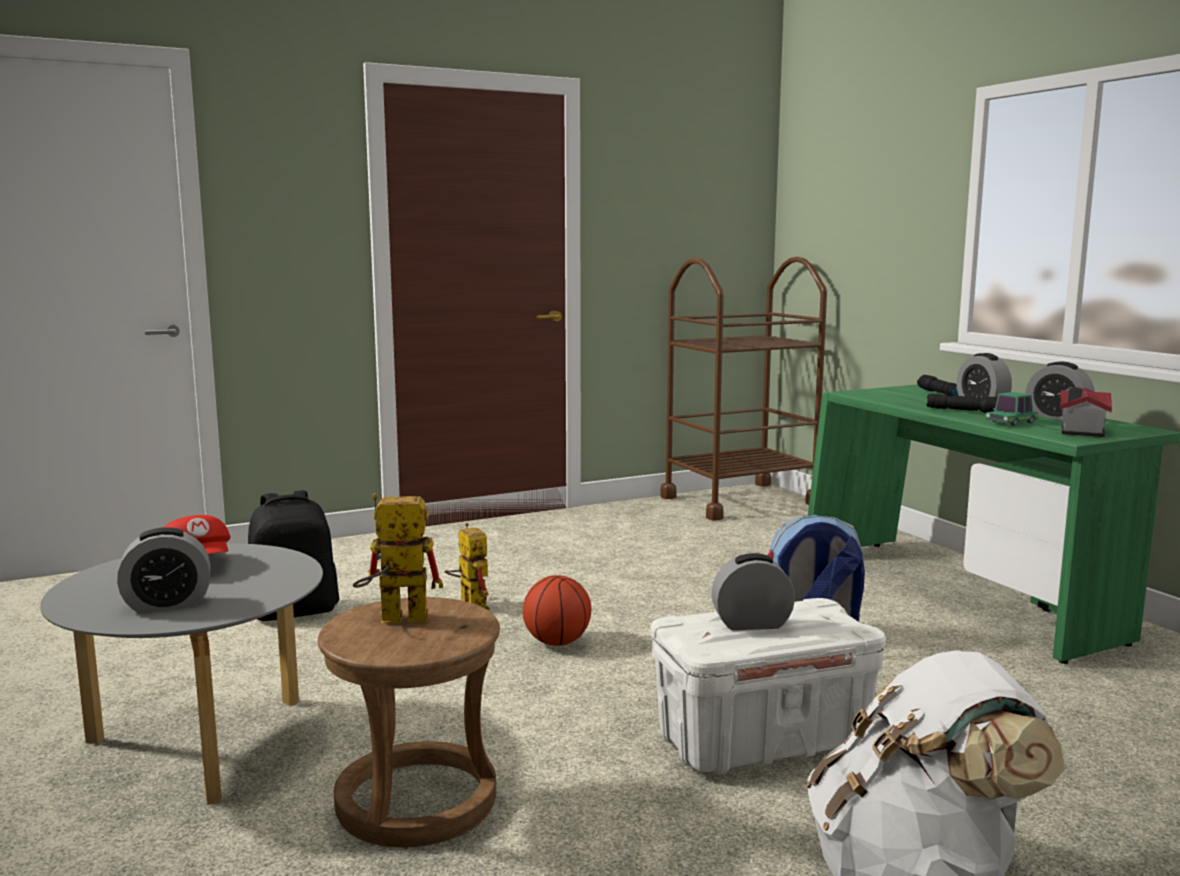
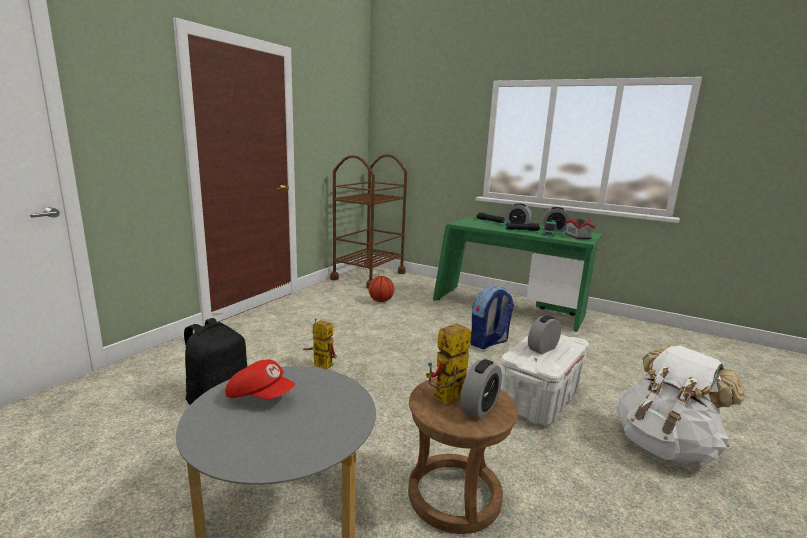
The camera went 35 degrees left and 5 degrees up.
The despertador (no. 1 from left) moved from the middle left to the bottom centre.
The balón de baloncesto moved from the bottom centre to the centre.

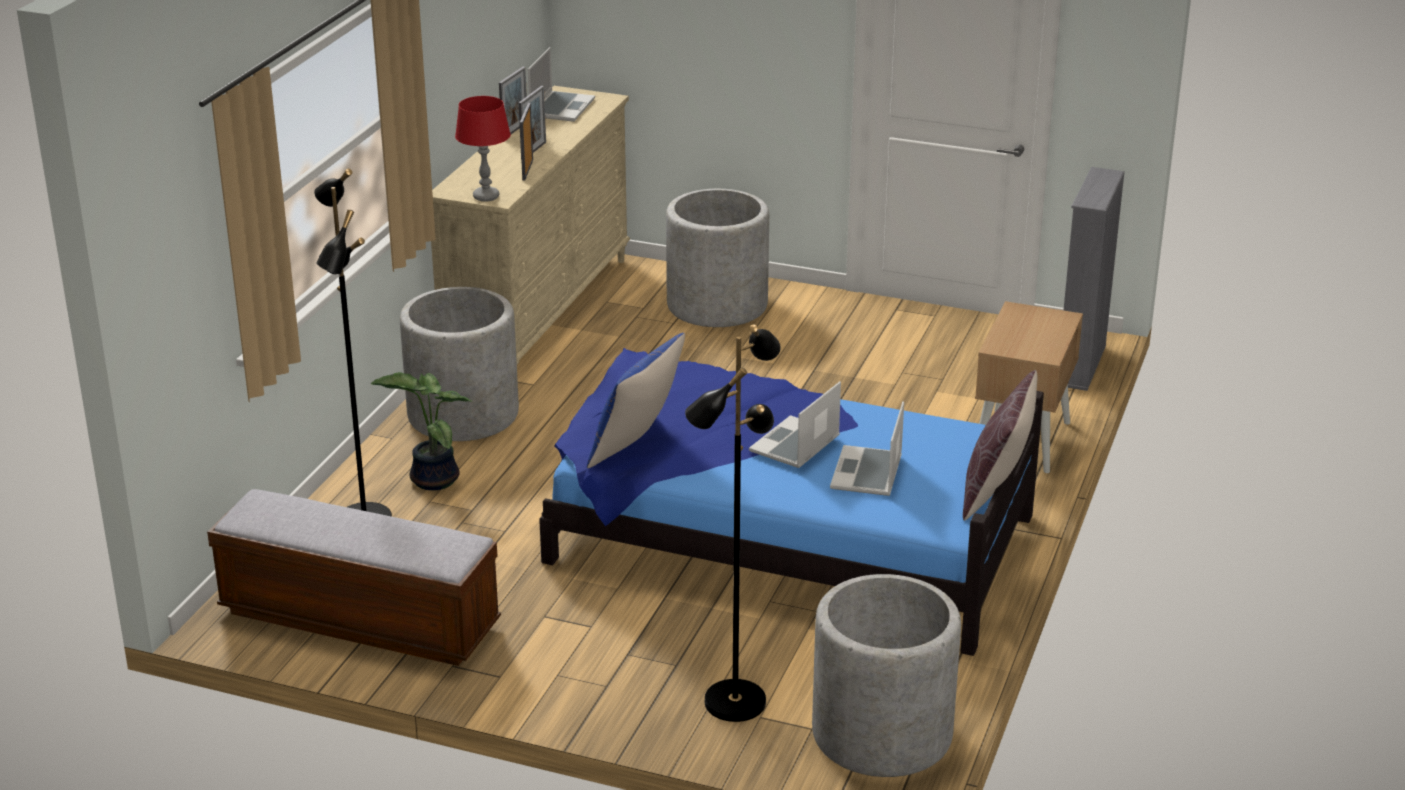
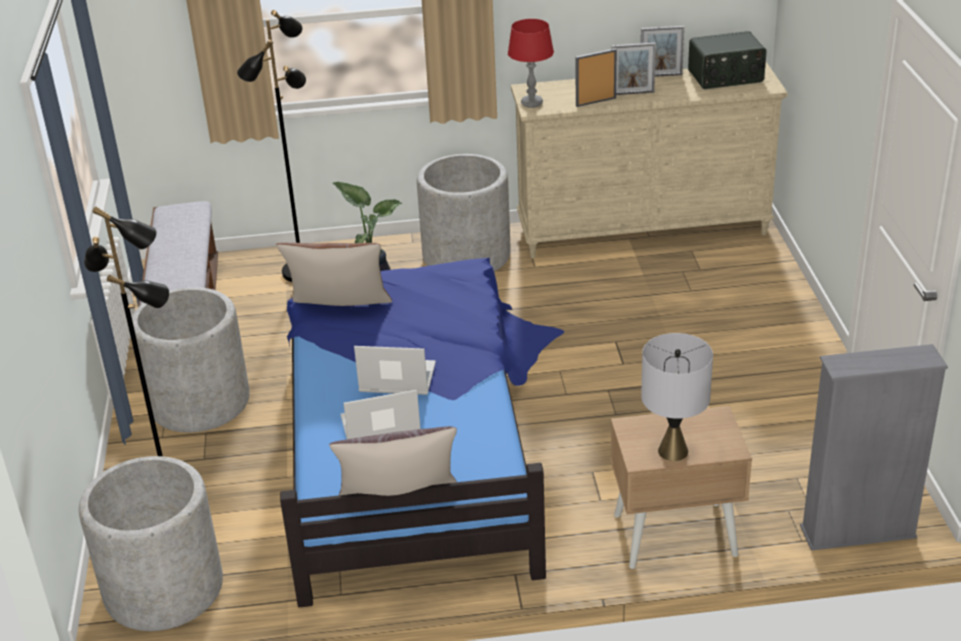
The camera went 65 degrees right and 5 degrees up.
The lámpara de mesa (gris) at the middle right appeared.
The maceta (gris) (no. 2 from left) moved from the top centre to the middle left.
The portátil (no. 1 from left) at the top centre was replaced by the radio at the top right.
The cojín (azul) at the centre became the cojín (marrón) (no. 1 from left) at the centre.

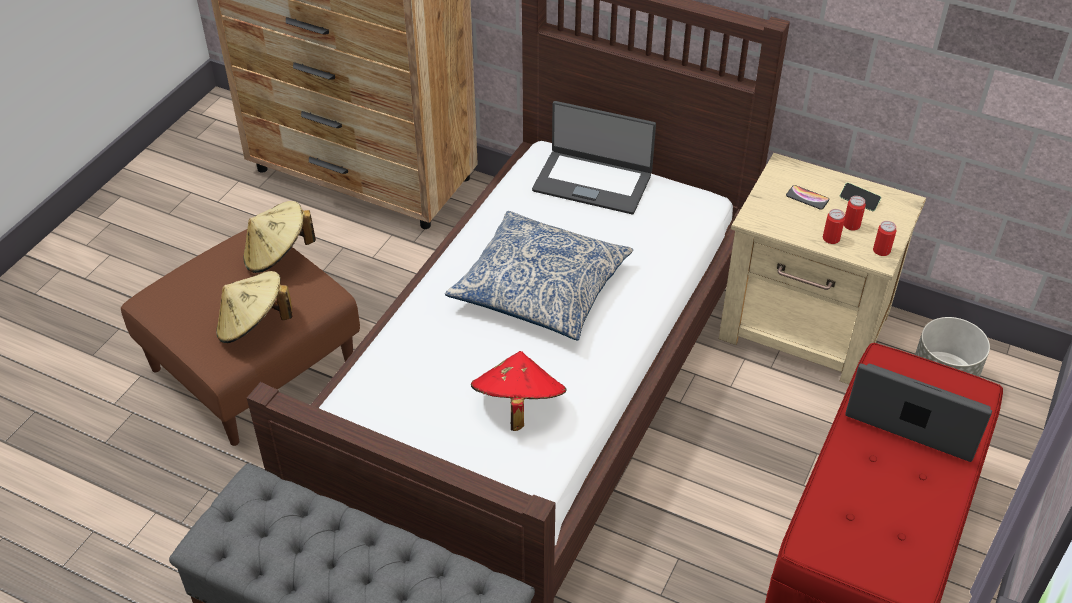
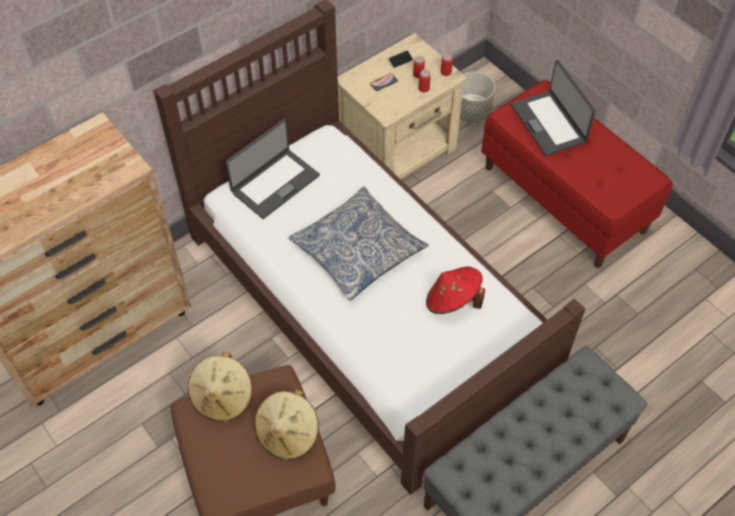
The camera went 65 degrees left and 10 degrees up.
The portátil (no. 2 from left) at the bottom right turned 75 degrees counterclockwise.

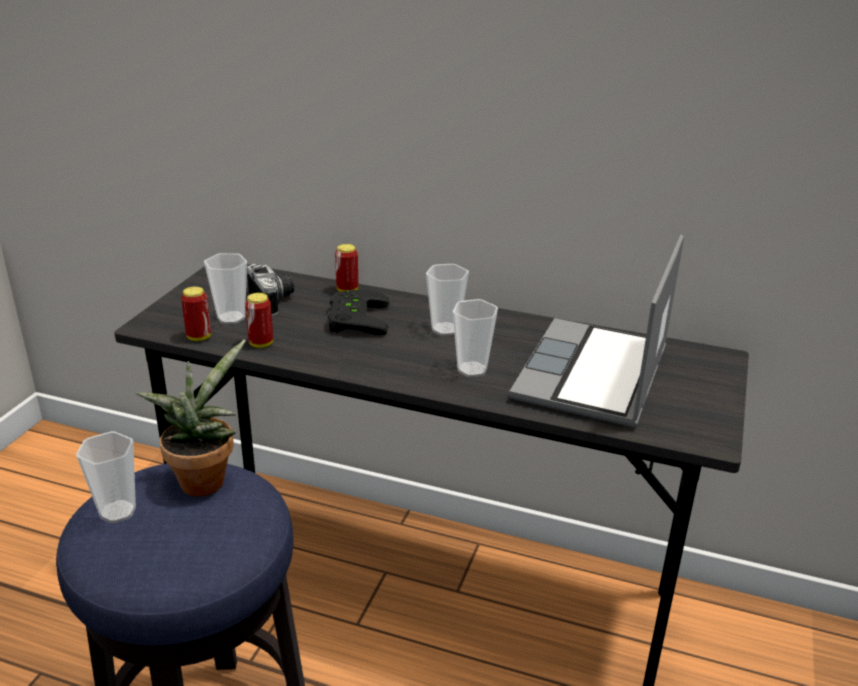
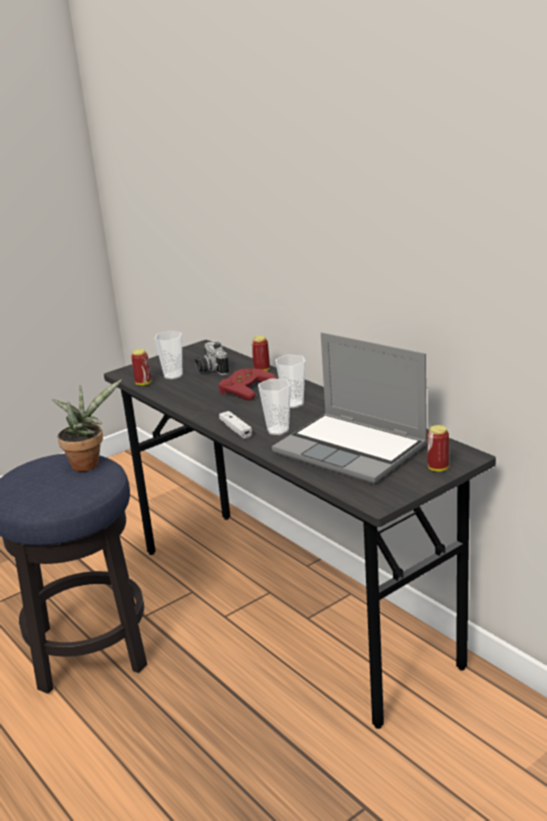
The camera went 35 degrees right and 5 degrees down.
The taza (no. 1 from left) at the bottom left disappeared.
The mando de consola (blanco) at the centre appeared.
The lata (no. 2 from left in the first image) moved from the middle left to the middle right.
The mando de consola (negro) at the centre became the mando de consola (rojo) at the centre.
The cámara at the middle left turned 150 degrees clockwise.
The portátil at the middle right turned 105 degrees counterclockwise.

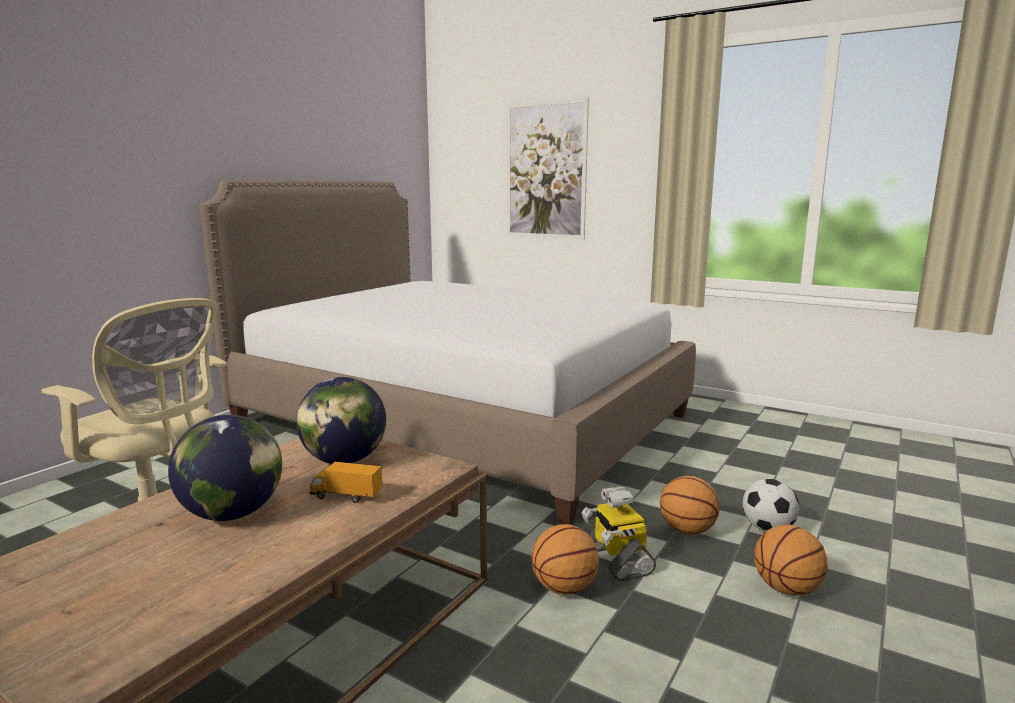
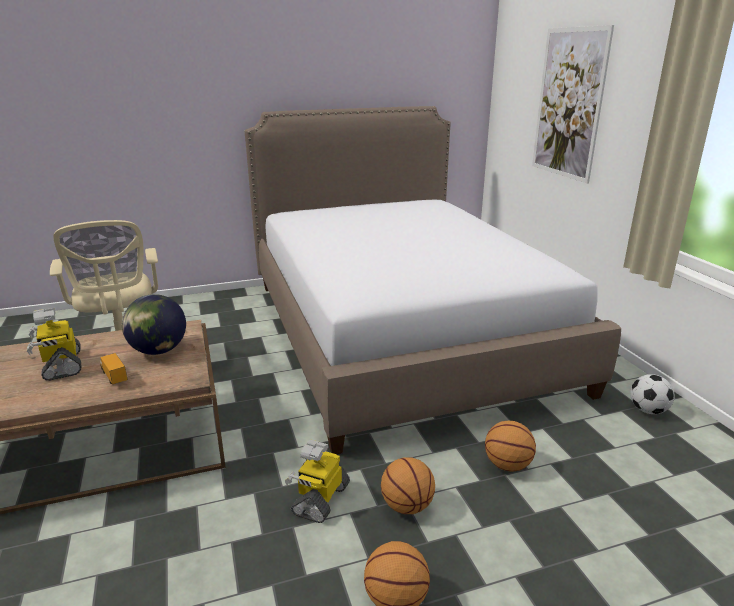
The camera went 40 degrees right and 10 degrees up.
The balón de baloncesto (no. 1 from left in the first image) moved from the bottom centre to the bottom right.
The balón de fútbol moved from the bottom right to the middle right.
The globo terráqueo (no. 1 from left) at the middle left was replaced by the robot de juguete (no. 1 from left) at the middle left.

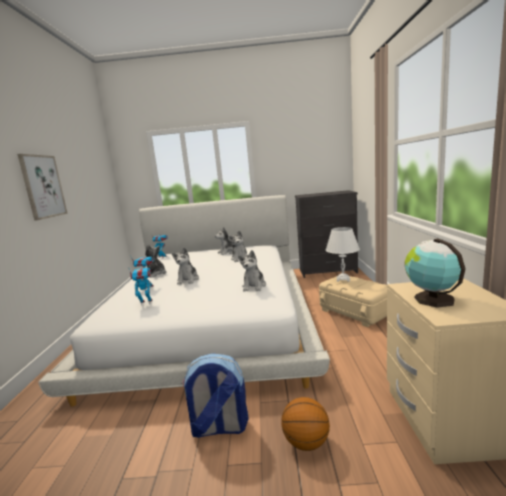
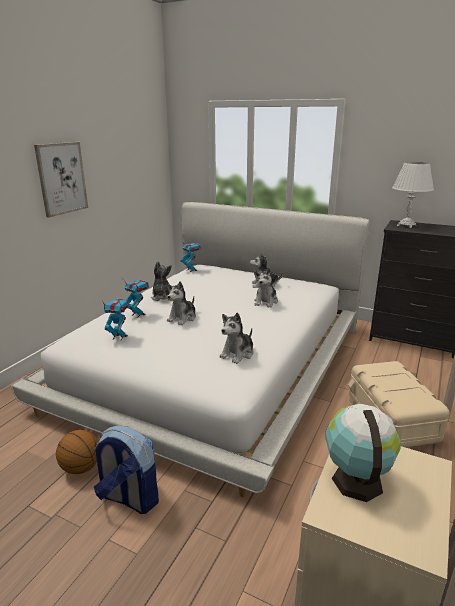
The camera went 25 degrees right and 10 degrees up.
The balón de baloncesto moved from the bottom centre to the bottom left.
The lámpara de mesa (blanco) moved from the middle right to the top right.

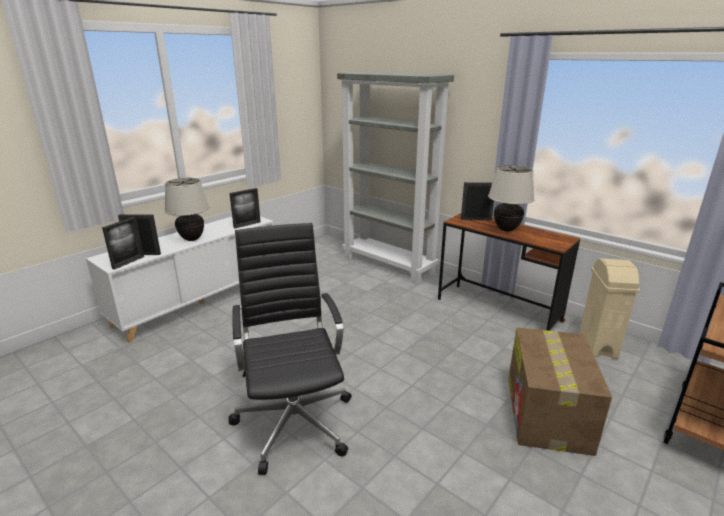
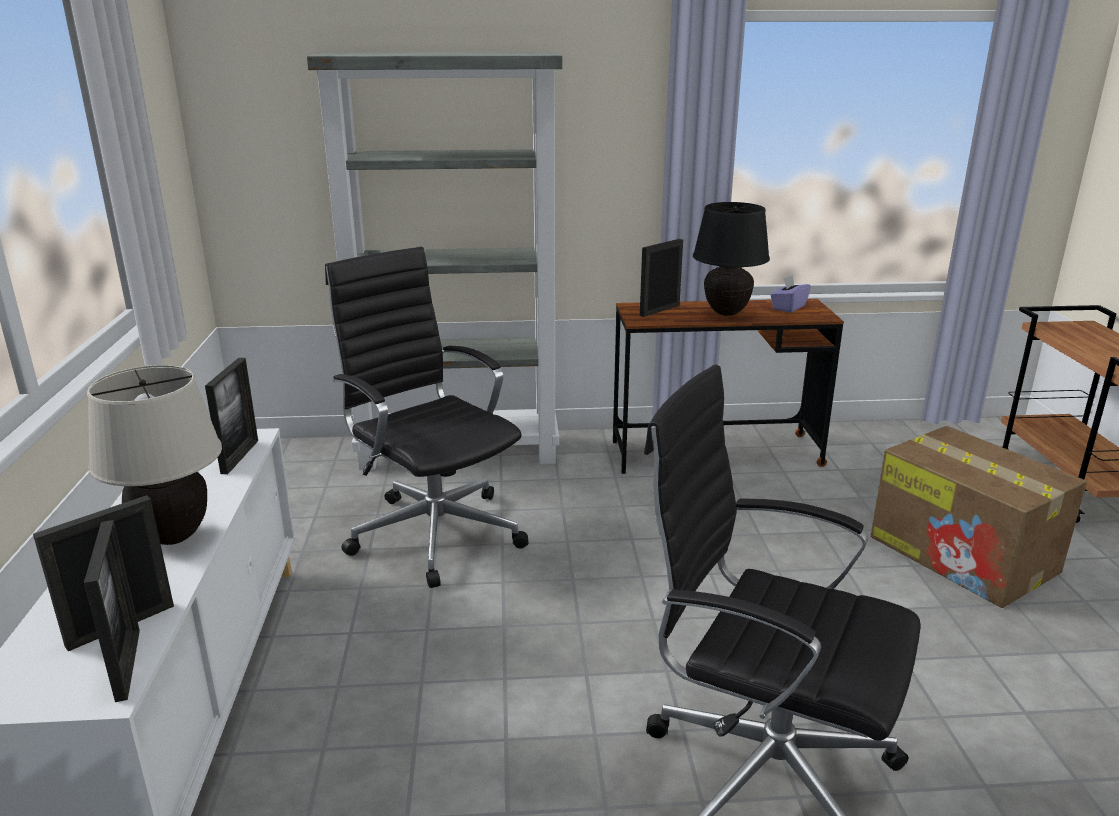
The camera went 45 degrees left and 0 degrees up.
The papelera (beis) at the middle right disappeared.
The silla de oficina (negro) (no. 1 from left) at the centre appeared.
The caja de pañuelos (morado) at the middle right appeared.
The lámpara de mesa (beis) (no. 2 from left) at the middle right became the lámpara de mesa (negro) at the top centre.

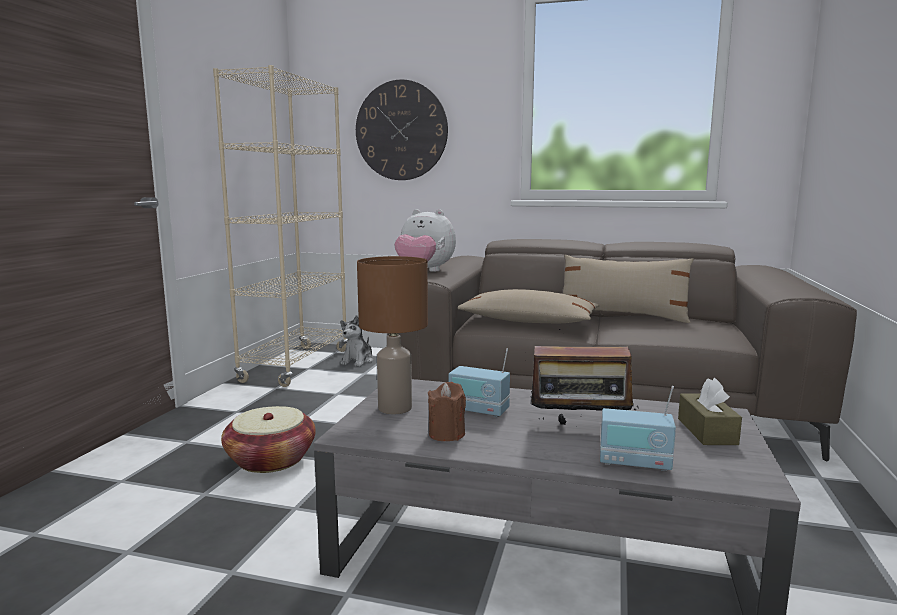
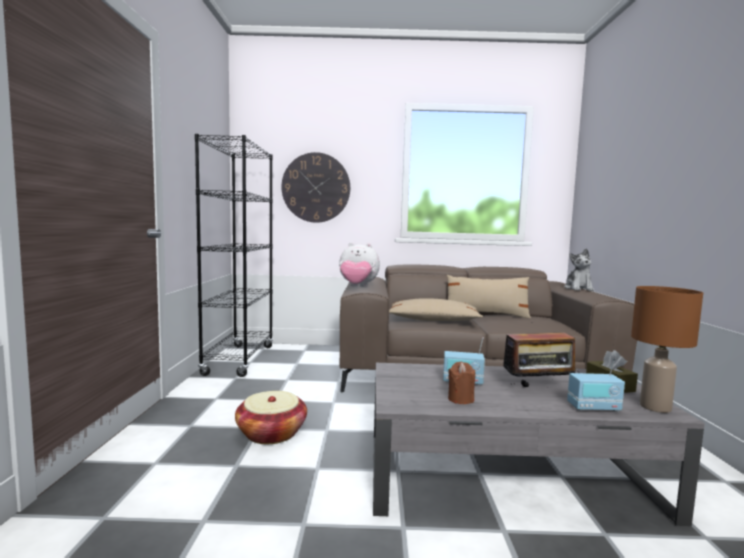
The camera went 15 degrees left and 5 degrees down.
The peluche (no. 1 from left in the first image) moved from the centre to the middle right.
The lámpara de mesa (marrón) moved from the centre to the middle right.
The estantería (beis) at the middle left became the estantería (negro) at the middle left.

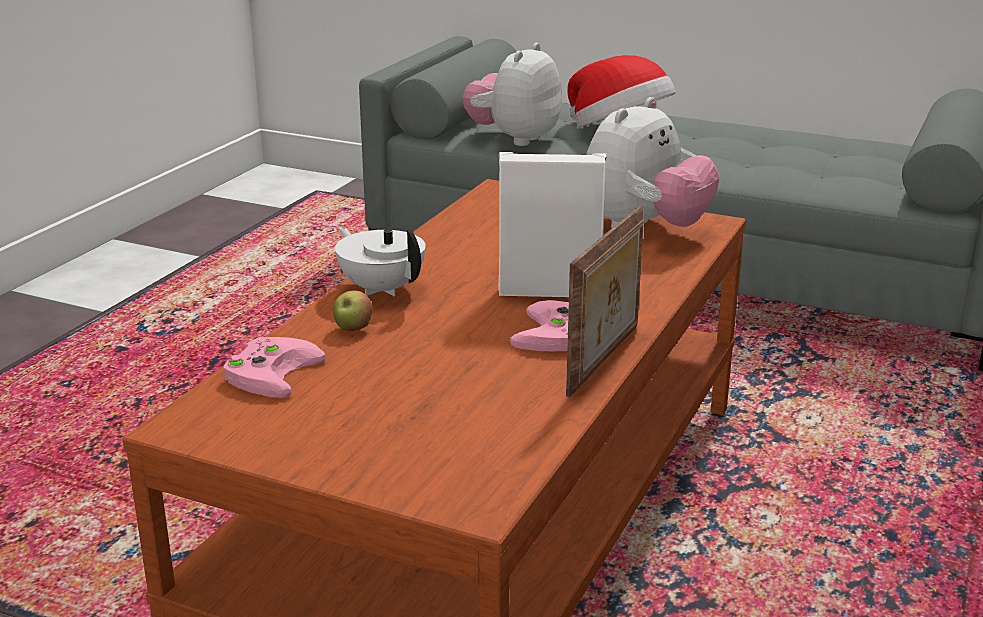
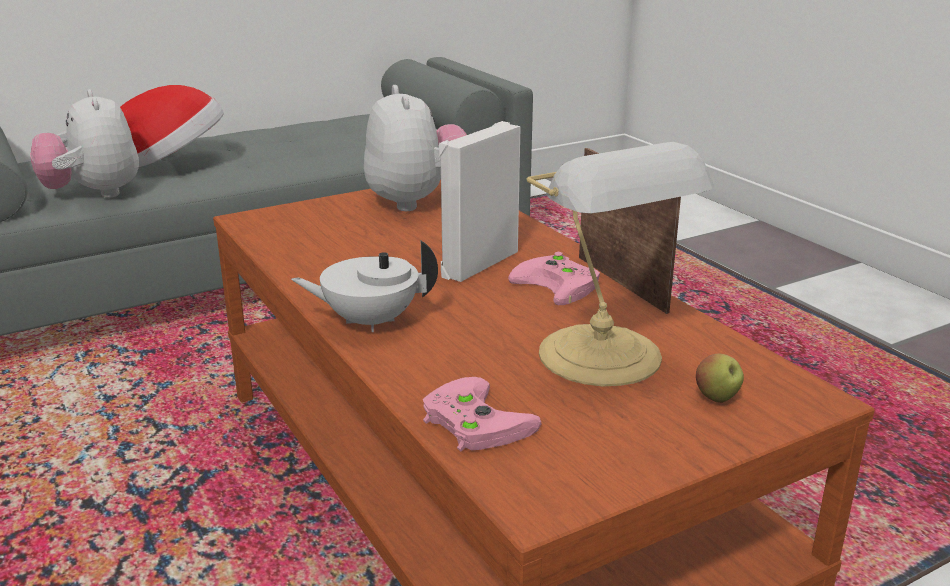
The camera went 55 degrees left and 0 degrees up.
The lámpara de mesa at the centre appeared.
The manzana moved from the centre to the middle right.

